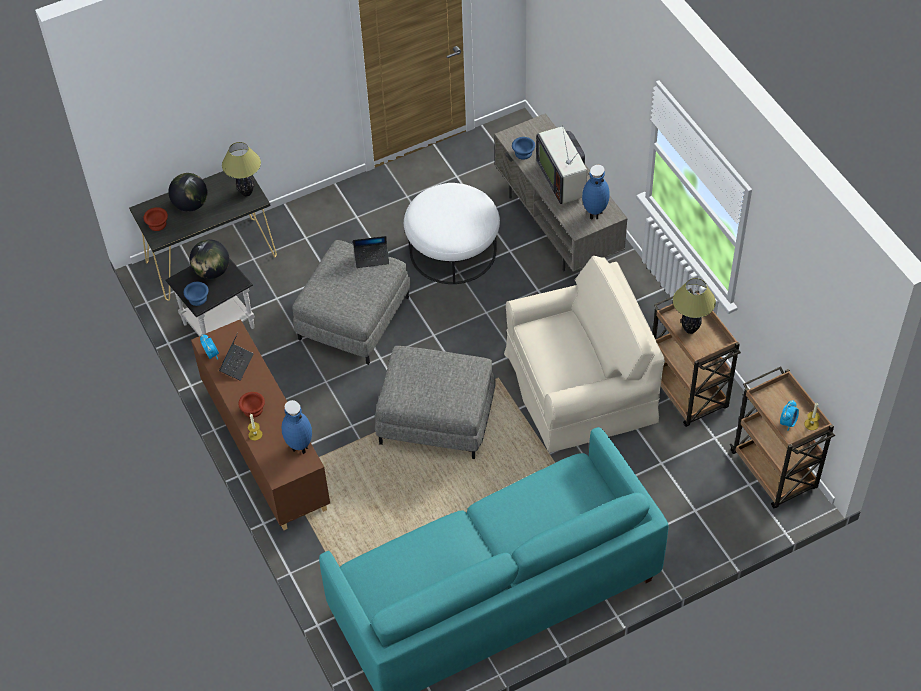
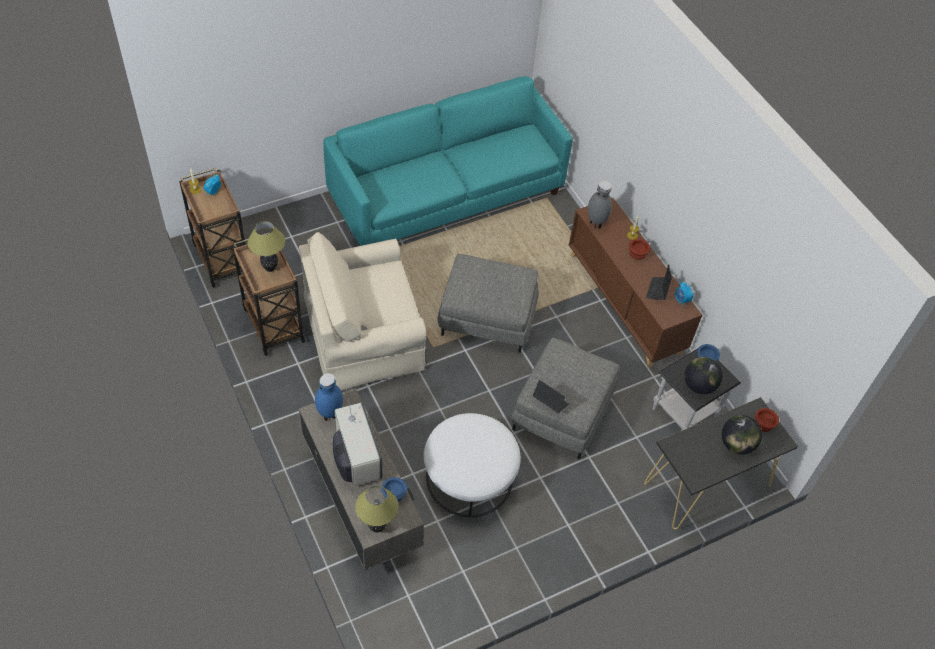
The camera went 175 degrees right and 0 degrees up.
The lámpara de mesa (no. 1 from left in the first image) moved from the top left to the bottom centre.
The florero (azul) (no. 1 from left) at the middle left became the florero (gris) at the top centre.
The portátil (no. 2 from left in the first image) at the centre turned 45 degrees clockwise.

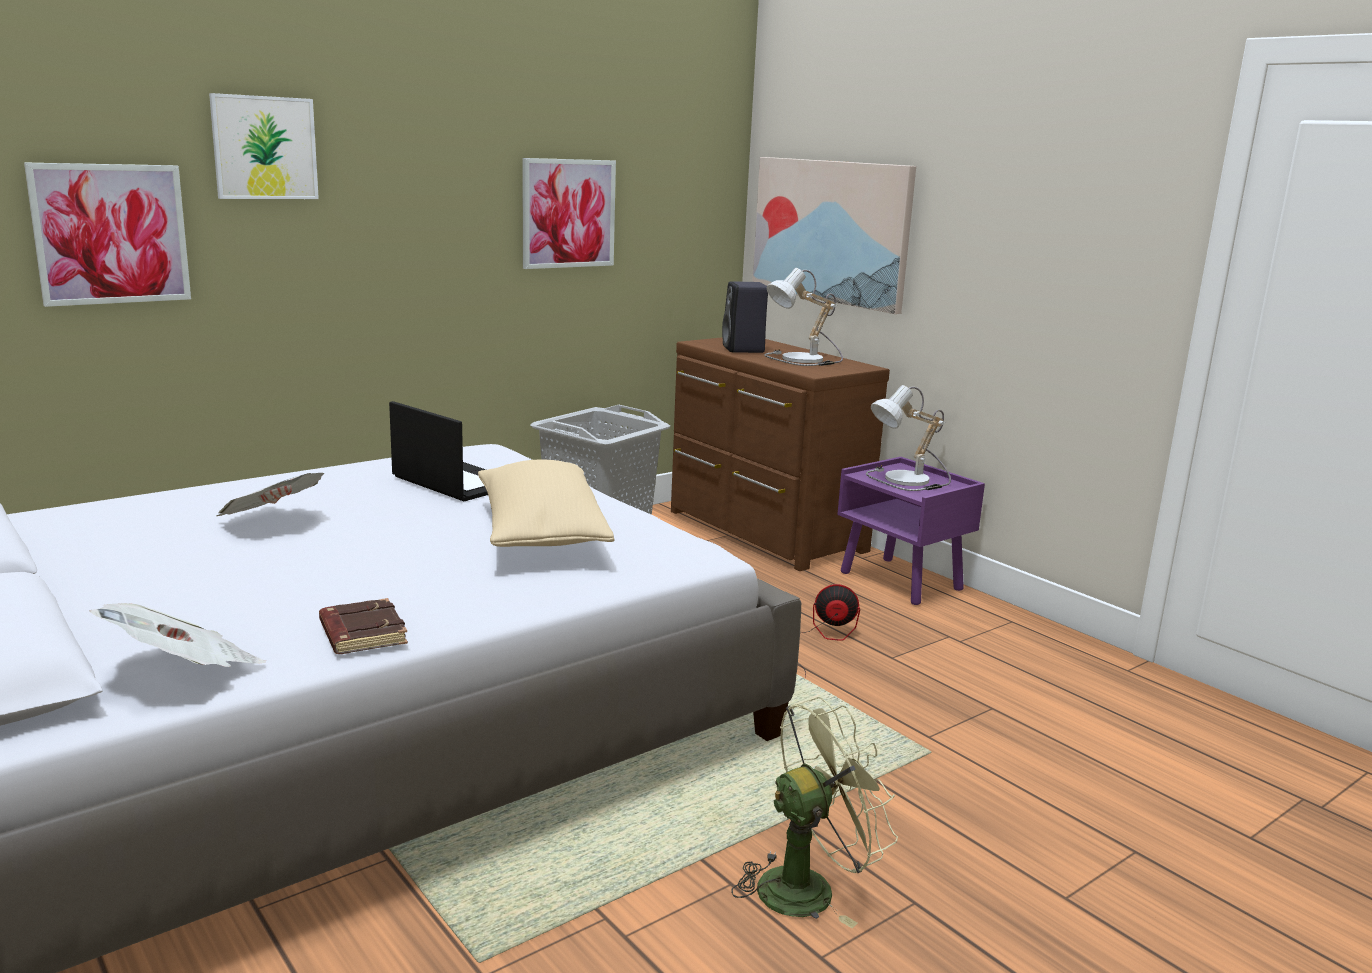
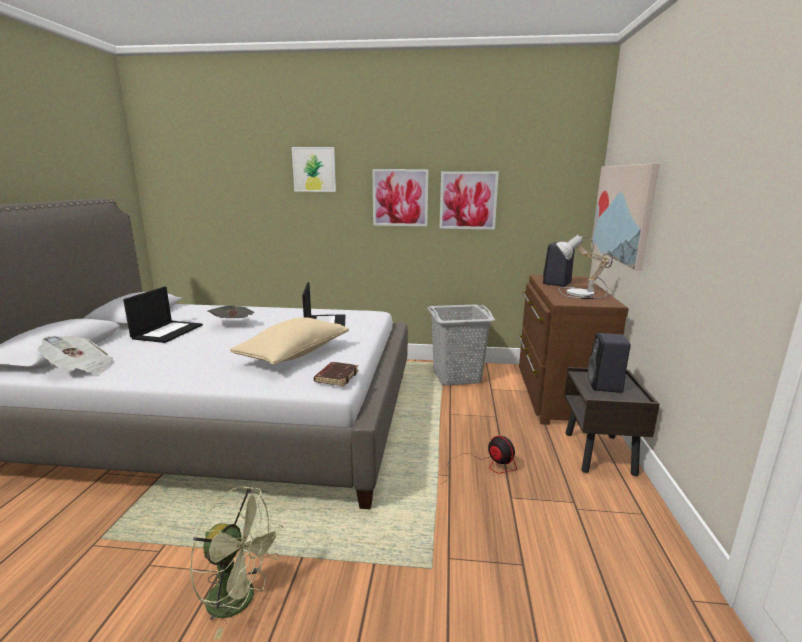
The camera went 45 degrees right and 0 degrees up.
The portátil (no. 1 from left) at the middle left appeared.
The cuadro (no. 1 from left in the first image) moved from the top left to the top centre.
The libro (marrón) moved from the middle left to the centre.
The lámpara de mesa (no. 2 from left) at the centre was replaced by the altavoz (negro) (no. 2 from left) at the middle right.
The mesita de noche (morado) at the centre became the mesita de noche (marrón) at the middle right.

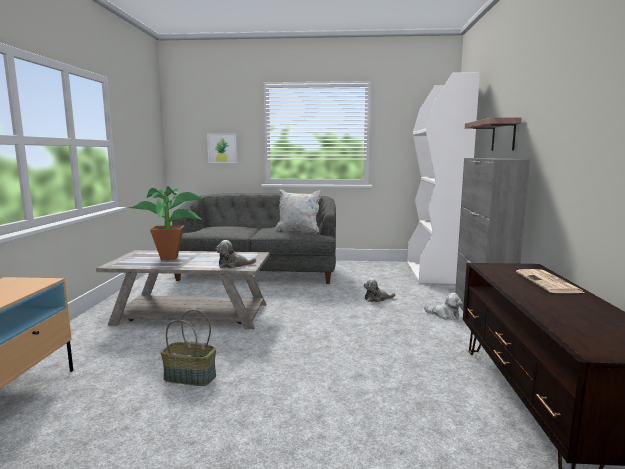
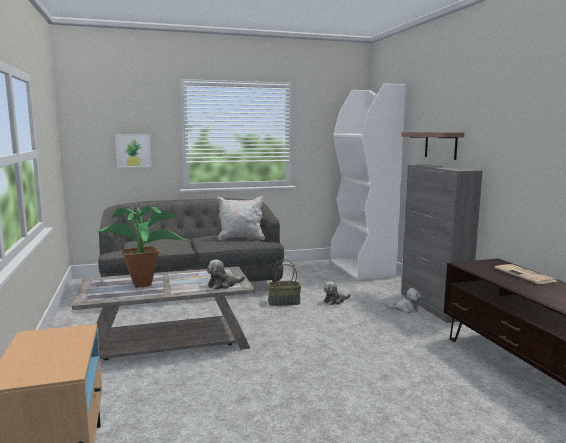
The camera went 20 degrees left and 0 degrees up.
The cesta moved from the bottom left to the centre.

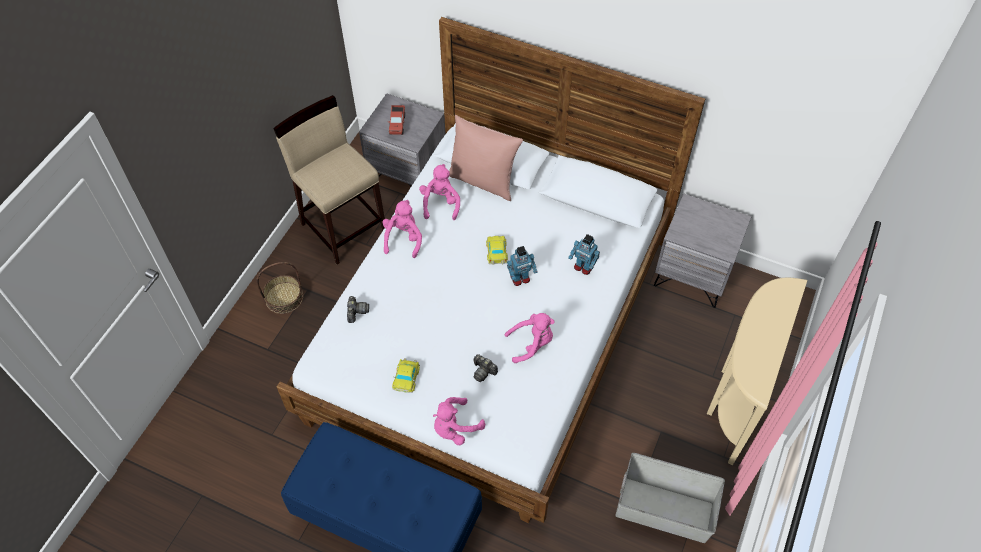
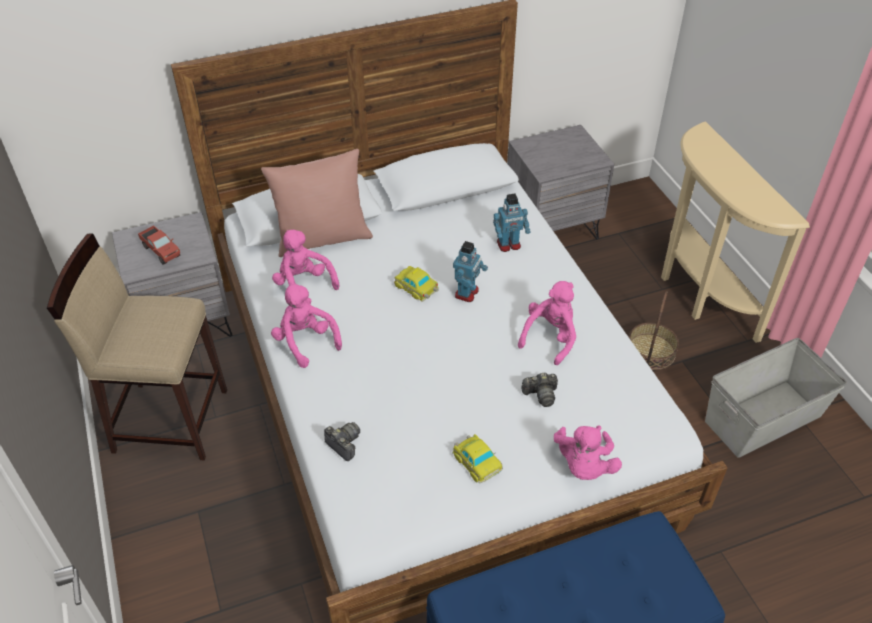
The camera went 45 degrees left and 10 degrees down.
The cesta moved from the middle left to the middle right.

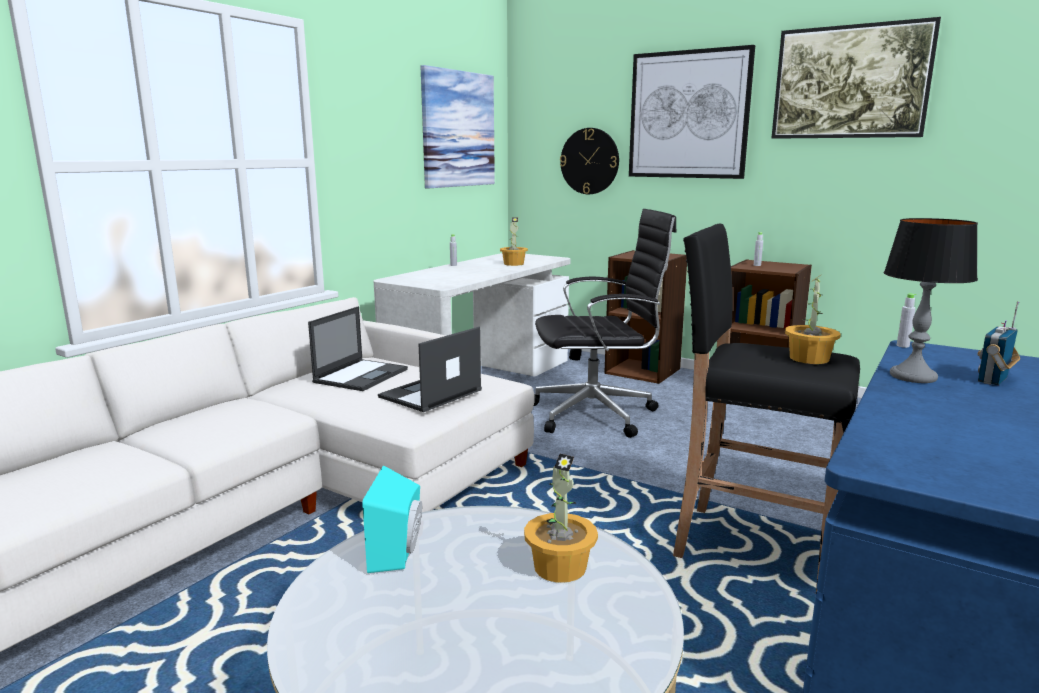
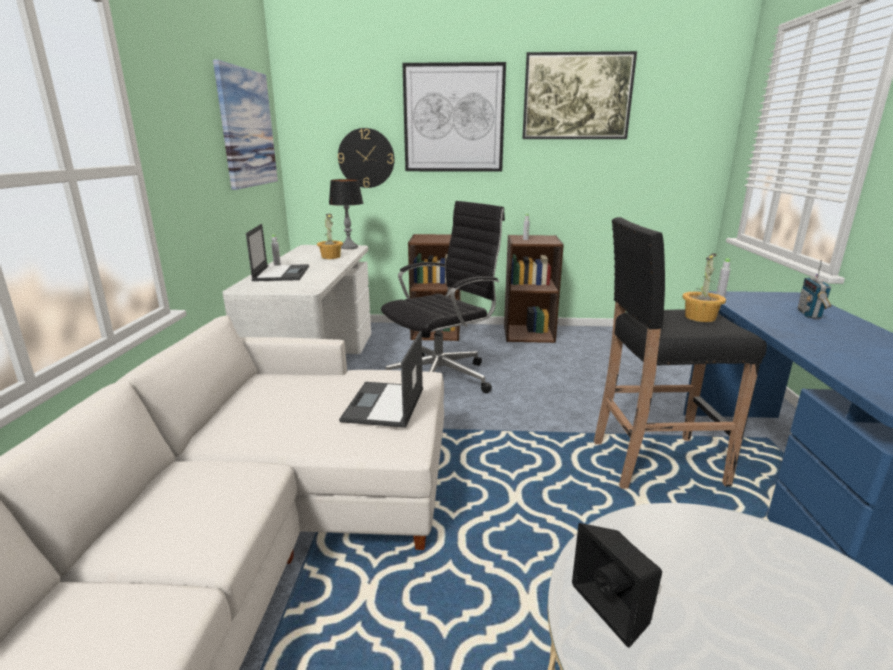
The camera went 30 degrees left and 5 degrees up.
The planta en maceta (no. 2 from left) at the bottom centre disappeared.
The portátil (no. 1 from left) moved from the centre to the middle left.
The lámpara de mesa moved from the middle right to the top centre.
The altavoz (turquesa) at the bottom centre became the altavoz (negro) at the bottom right.

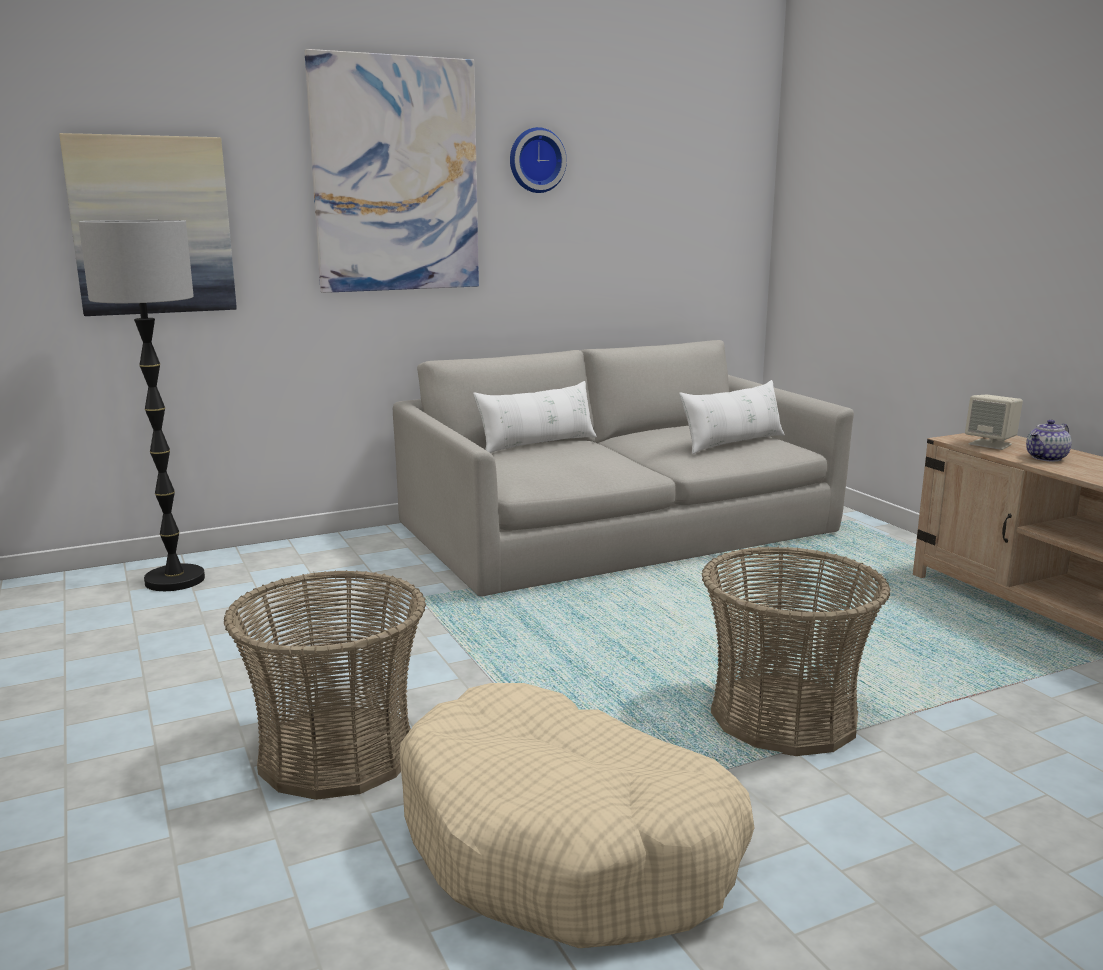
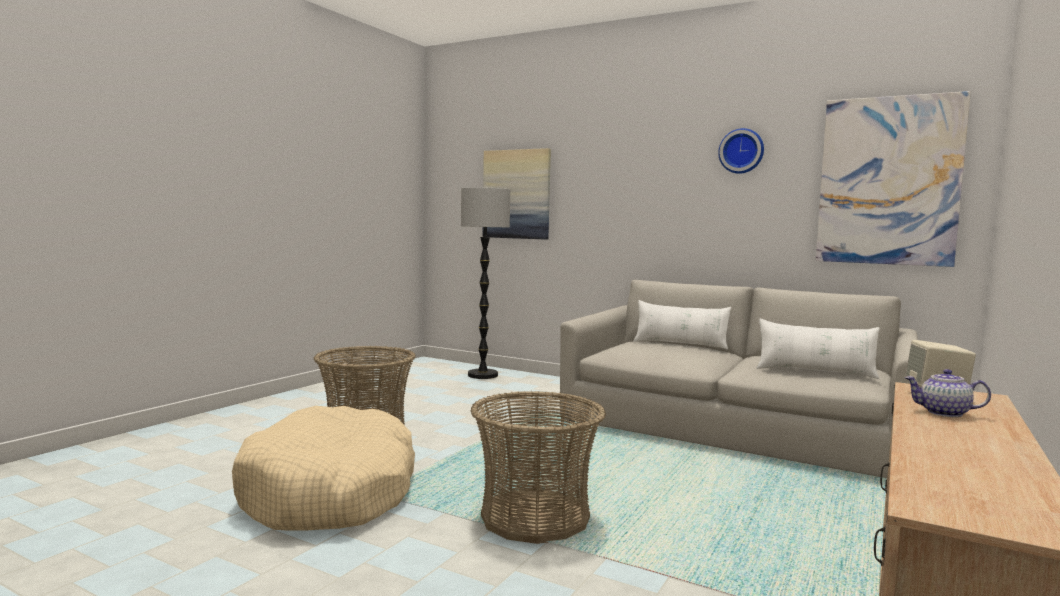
The camera went 55 degrees right and 10 degrees down.
The cuadro (no. 2 from left) moved from the top centre to the top right.

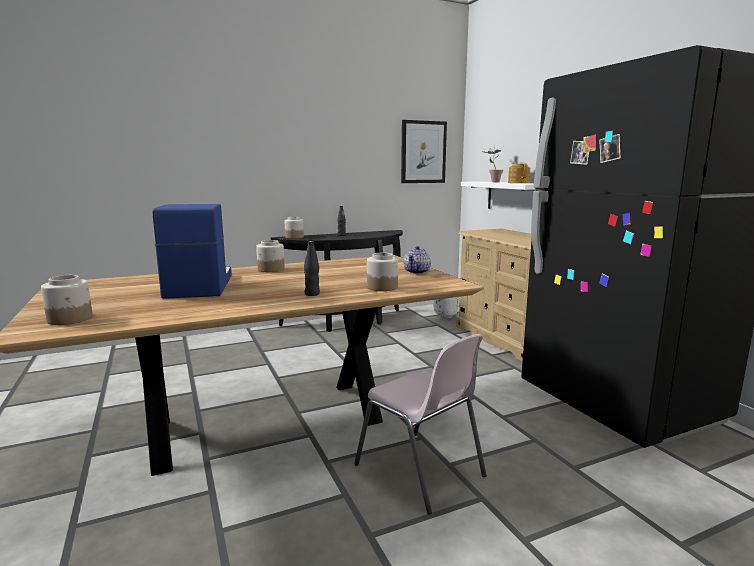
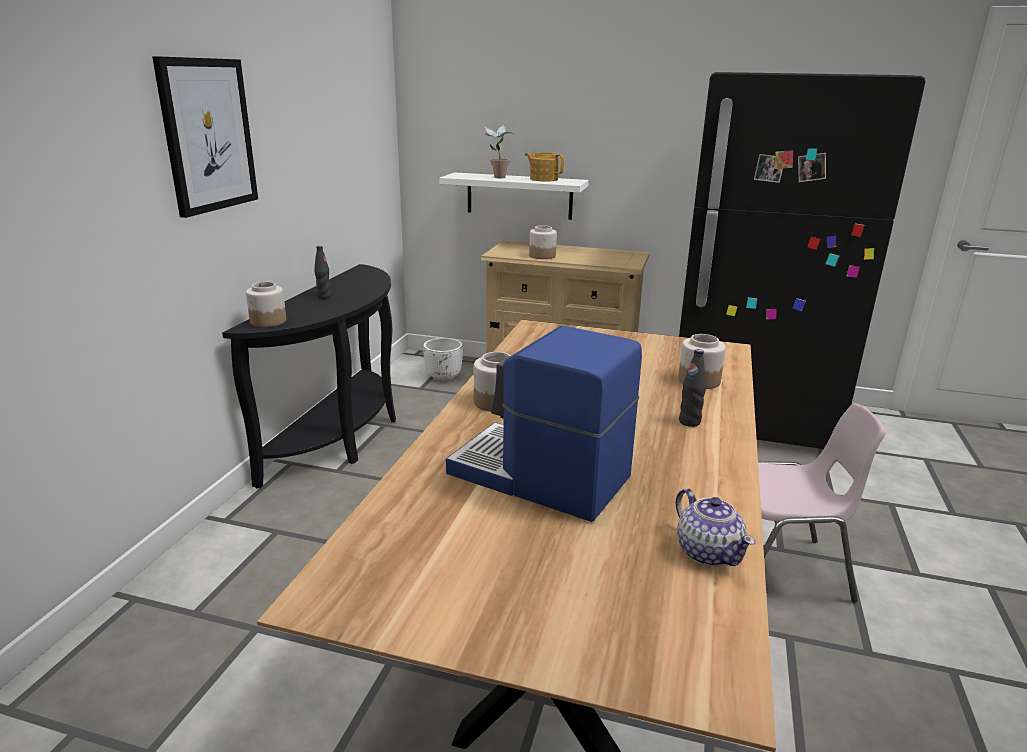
The camera went 50 degrees left and 10 degrees up.
The tarro (no. 1 from left in the first image) moved from the middle left to the top centre.
The cuadro moved from the top centre to the top left.
The tetera (no. 1 from left in the first image) moved from the centre to the bottom right.

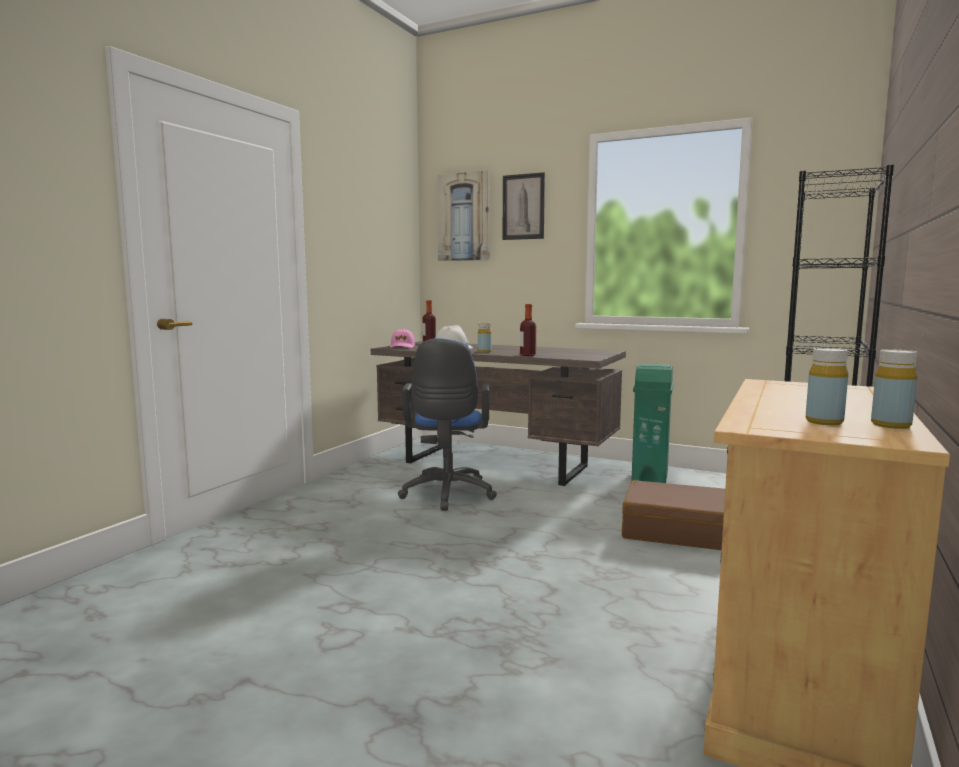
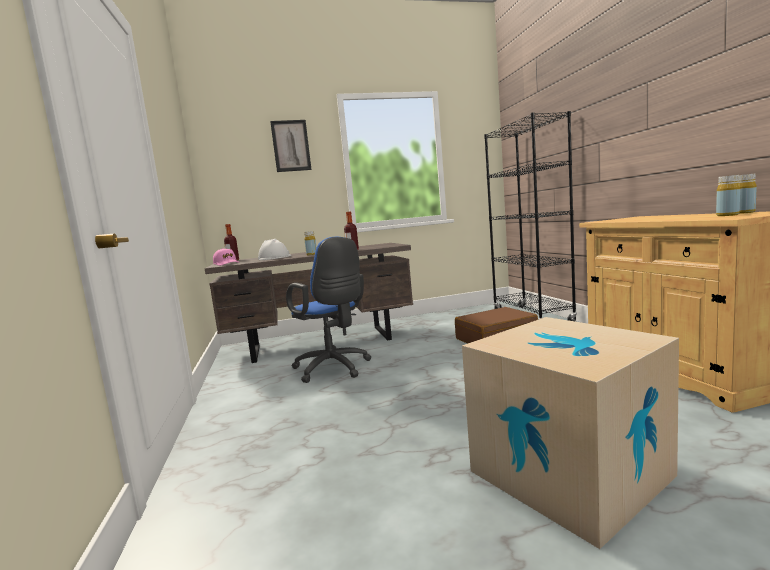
The camera went 40 degrees left and 0 degrees up.
The cuadro (no. 1 from left) at the top centre disappeared.
The papelera (verde) at the middle right disappeared.
The caja de cartón at the bottom right appeared.

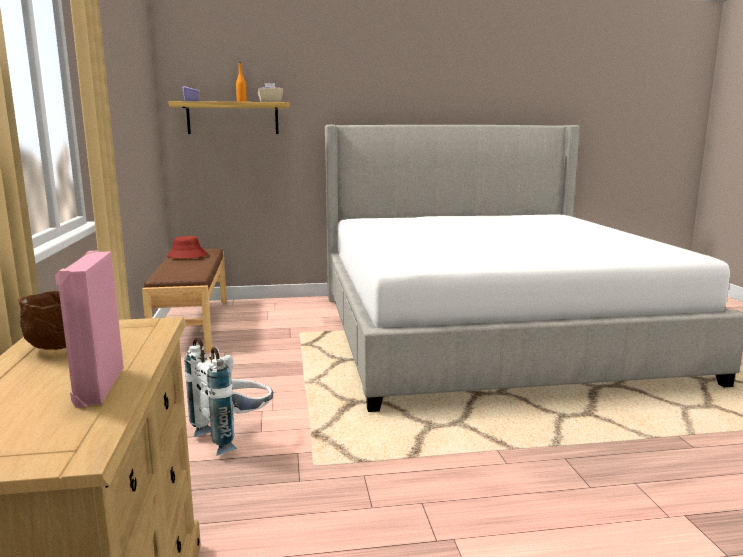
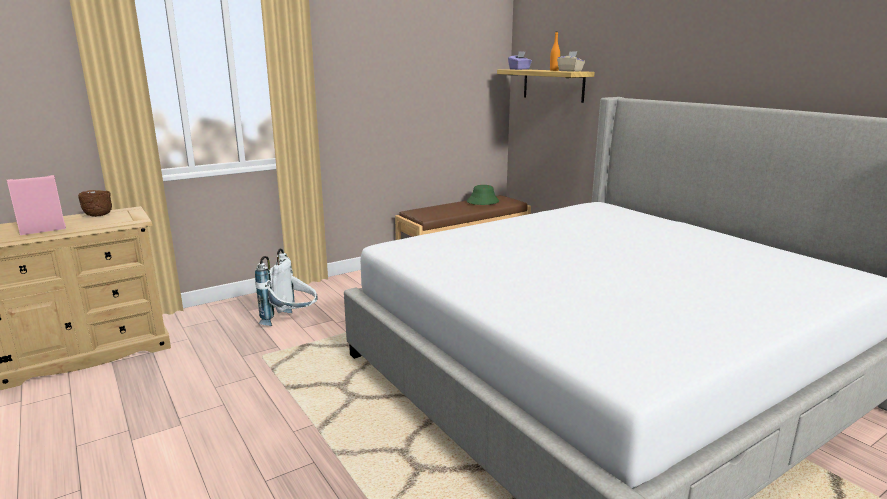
The camera went 65 degrees right and 5 degrees up.
The sombrero (rojo) at the middle left became the sombrero (verde) at the centre.

